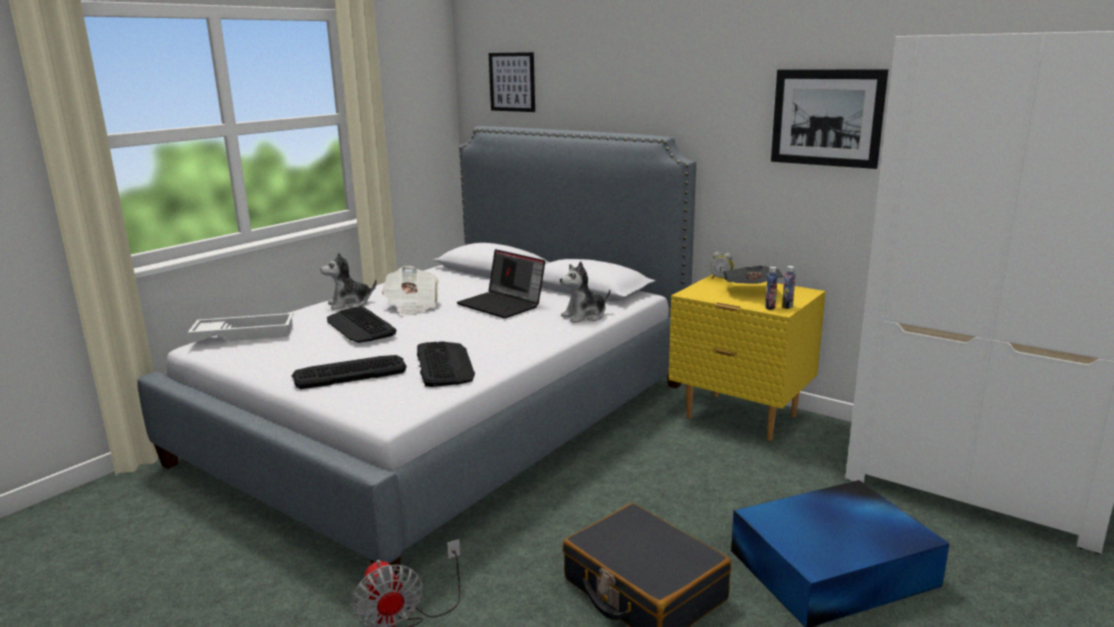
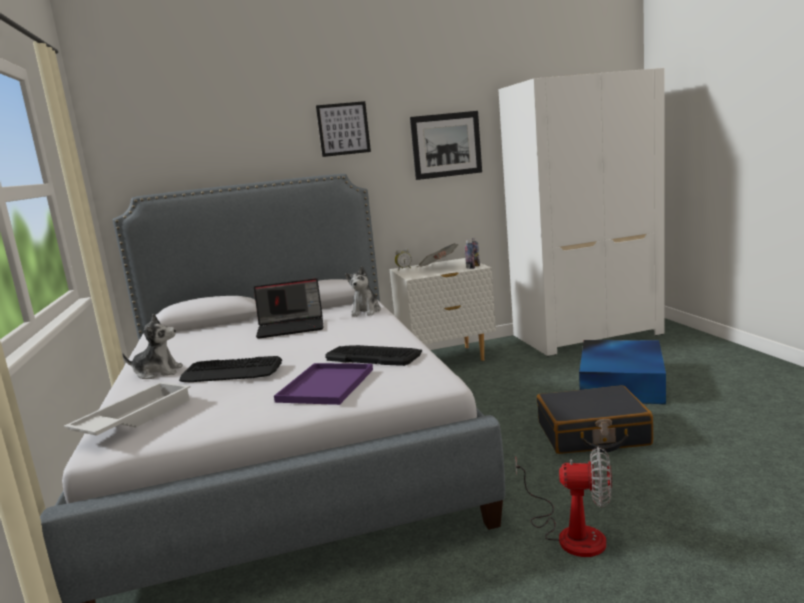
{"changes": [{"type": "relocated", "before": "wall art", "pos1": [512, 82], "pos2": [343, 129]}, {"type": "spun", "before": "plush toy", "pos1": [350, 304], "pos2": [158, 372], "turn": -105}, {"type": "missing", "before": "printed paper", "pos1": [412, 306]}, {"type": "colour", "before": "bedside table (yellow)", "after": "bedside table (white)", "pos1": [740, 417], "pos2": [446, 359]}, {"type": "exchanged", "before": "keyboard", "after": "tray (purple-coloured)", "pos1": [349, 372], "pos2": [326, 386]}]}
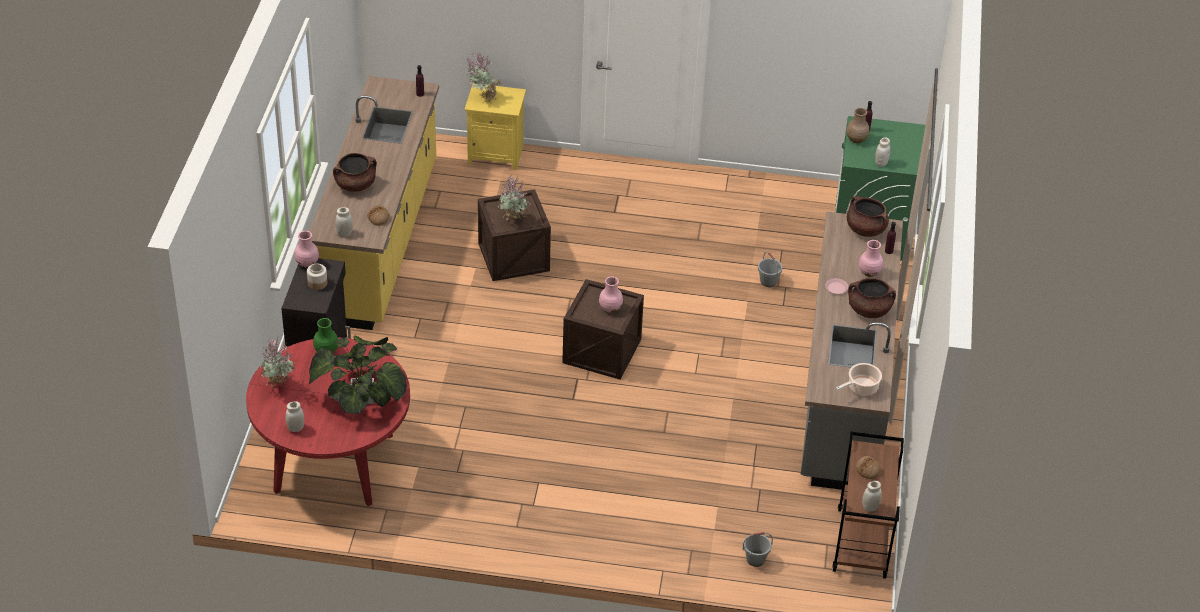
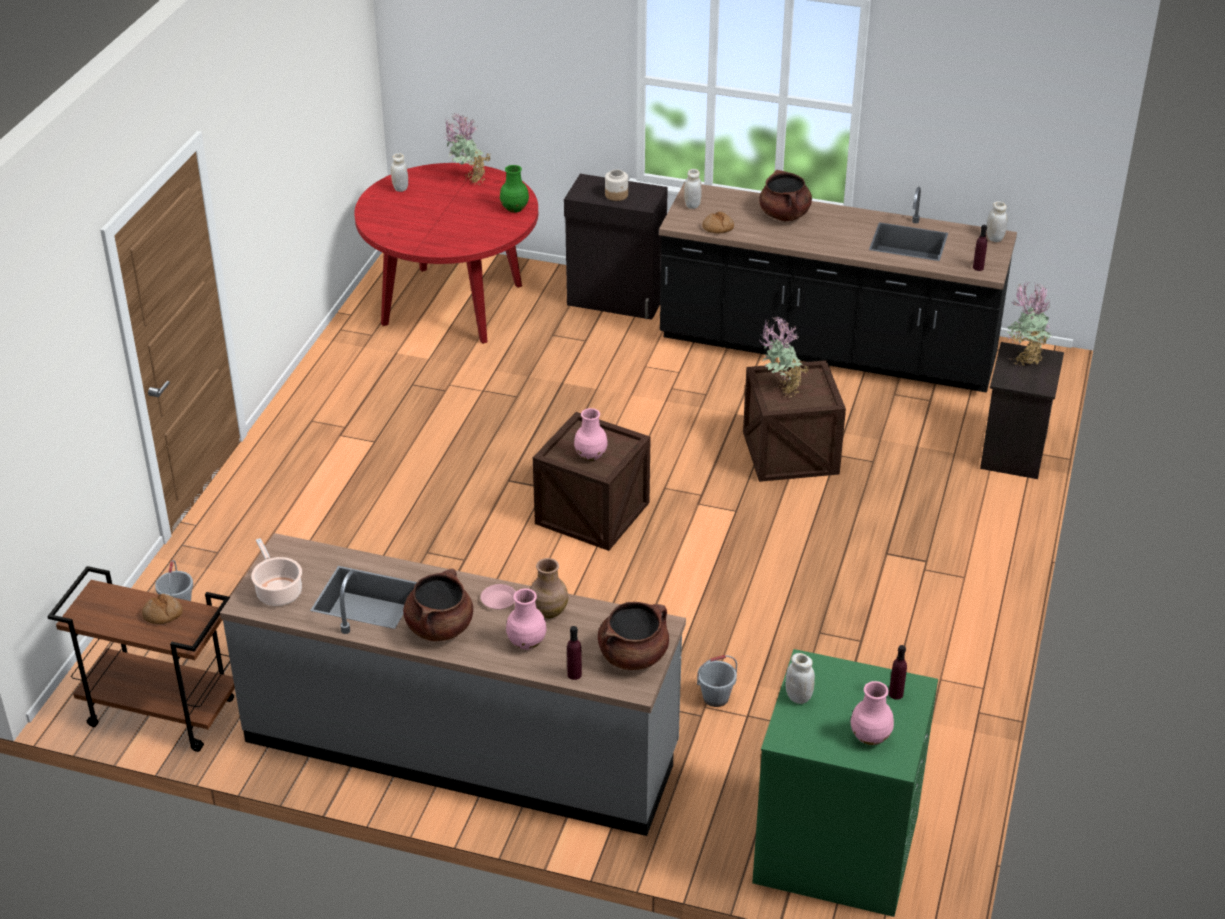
{"changes": [{"type": "colour", "before": "kitchen counter (yellow)", "after": "kitchen counter (black-coloured)", "pos1": [379, 241], "pos2": [827, 349]}, {"type": "colour", "before": "bedside table (yellow)", "after": "bedside table (black-coloured)", "pos1": [496, 154], "pos2": [1014, 453]}, {"type": "relocated", "before": "flower vase (brown-coloured)", "pos1": [856, 139], "pos2": [548, 611]}, {"type": "relocated", "before": "flower vase (pinkish)", "pos1": [307, 263], "pos2": [870, 736]}, {"type": "missing", "before": "potted plant", "pos1": [362, 396]}, {"type": "relocated", "before": "storage jar (white)", "pos1": [870, 507], "pos2": [994, 238]}]}
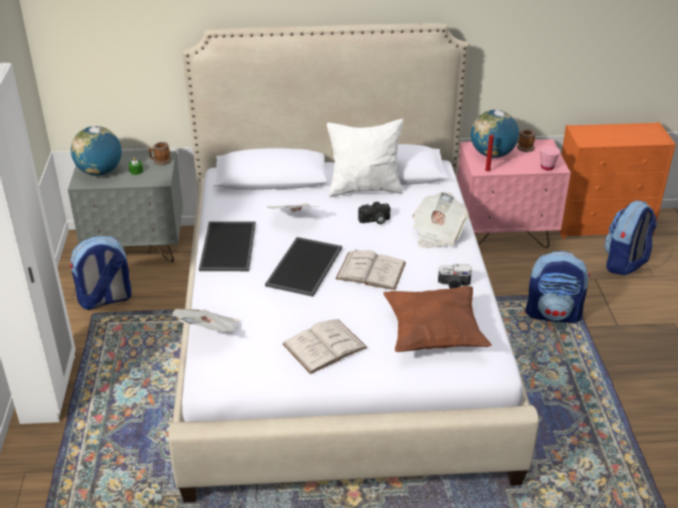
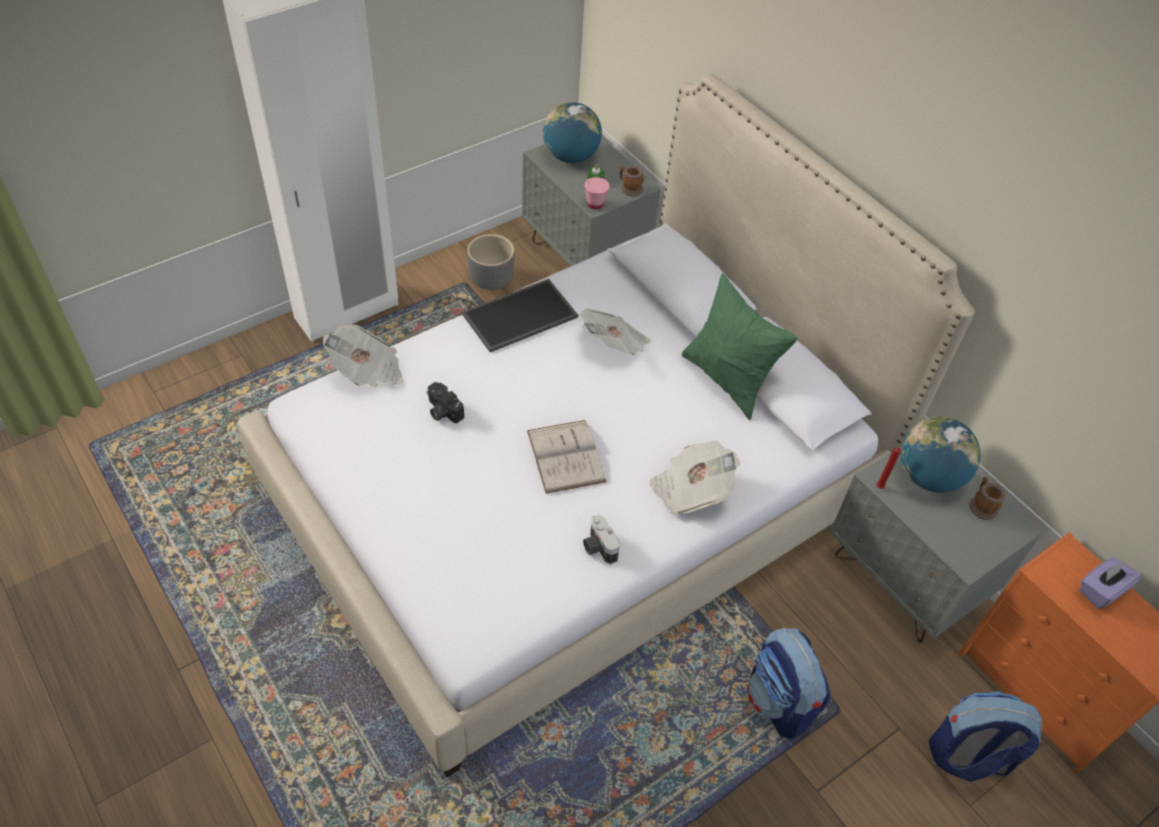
{"changes": [{"type": "colour", "before": "pillow (white)", "after": "pillow (greenish)", "pos1": [365, 189], "pos2": [727, 380]}, {"type": "colour", "before": "bedside table (pinkish)", "after": "bedside table (greyish)", "pos1": [504, 235], "pos2": [904, 580]}, {"type": "relocated", "before": "cup (pinkish)", "pos1": [547, 167], "pos2": [595, 204]}, {"type": "relocated", "before": "still camera", "pos1": [375, 221], "pos2": [442, 411]}, {"type": "exchanged", "before": "backpack", "after": "planter (greyish)", "pos1": [105, 300], "pos2": [490, 280]}, {"type": "missing", "before": "tray", "pos1": [305, 267]}, {"type": "missing", "before": "pillow (brown-coloured)", "pos1": [434, 335]}, {"type": "missing", "before": "book (white)", "pos1": [324, 346]}, {"type": "appeared", "after": "tissue holder (purple-coloured)", "pos2": [1101, 590]}]}
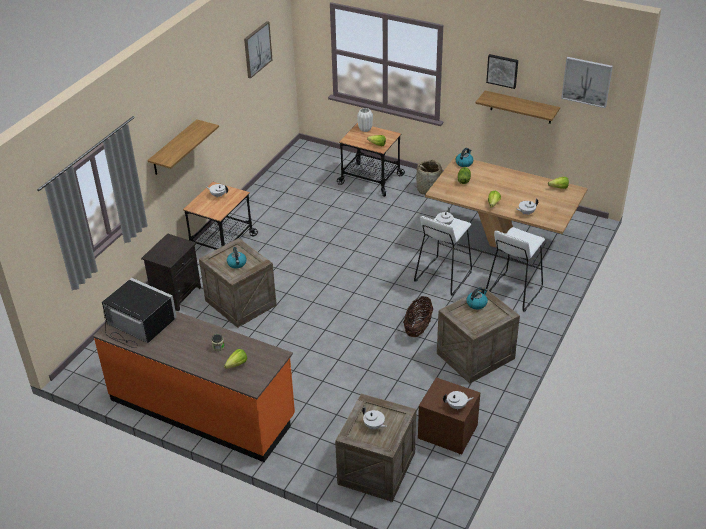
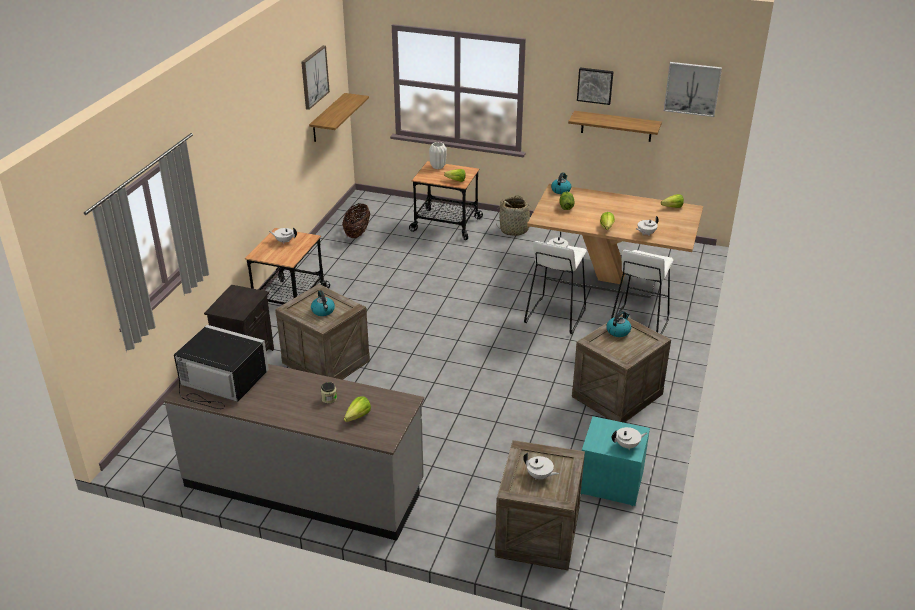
{"changes": [{"type": "relocated", "before": "wall shelf", "pos1": [174, 148], "pos2": [328, 118]}, {"type": "relocated", "before": "basket", "pos1": [418, 328], "pos2": [357, 233]}, {"type": "colour", "before": "kitchen counter (orange)", "after": "kitchen counter (greyish)", "pos1": [202, 409], "pos2": [304, 485]}, {"type": "colour", "before": "bedside table (brown-coloured)", "after": "bedside table (turquoise)", "pos1": [448, 432], "pos2": [611, 482]}]}
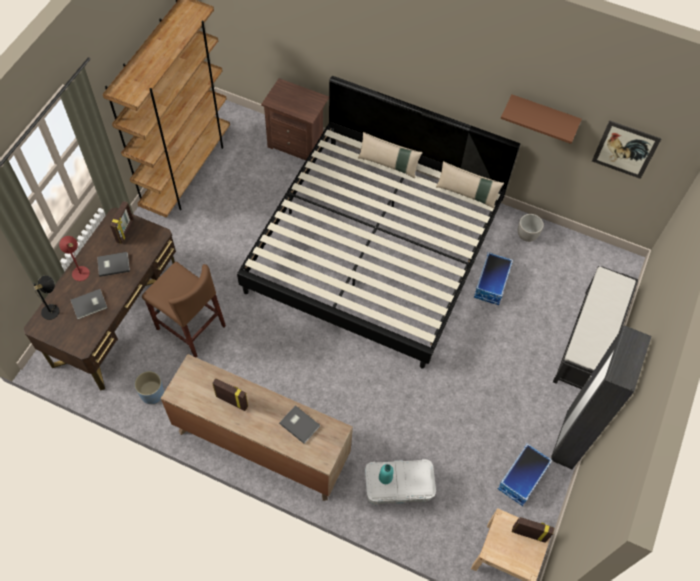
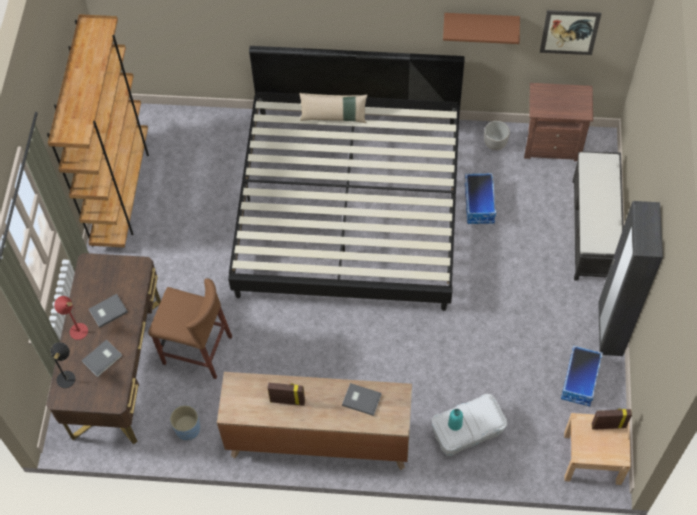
{"changes": [{"type": "relocated", "before": "bedside table (brown-coloured)", "pos1": [297, 144], "pos2": [552, 144]}, {"type": "missing", "before": "pillow (sand-coloured)", "pos1": [467, 194]}, {"type": "missing", "before": "picture frame", "pos1": [125, 231]}]}
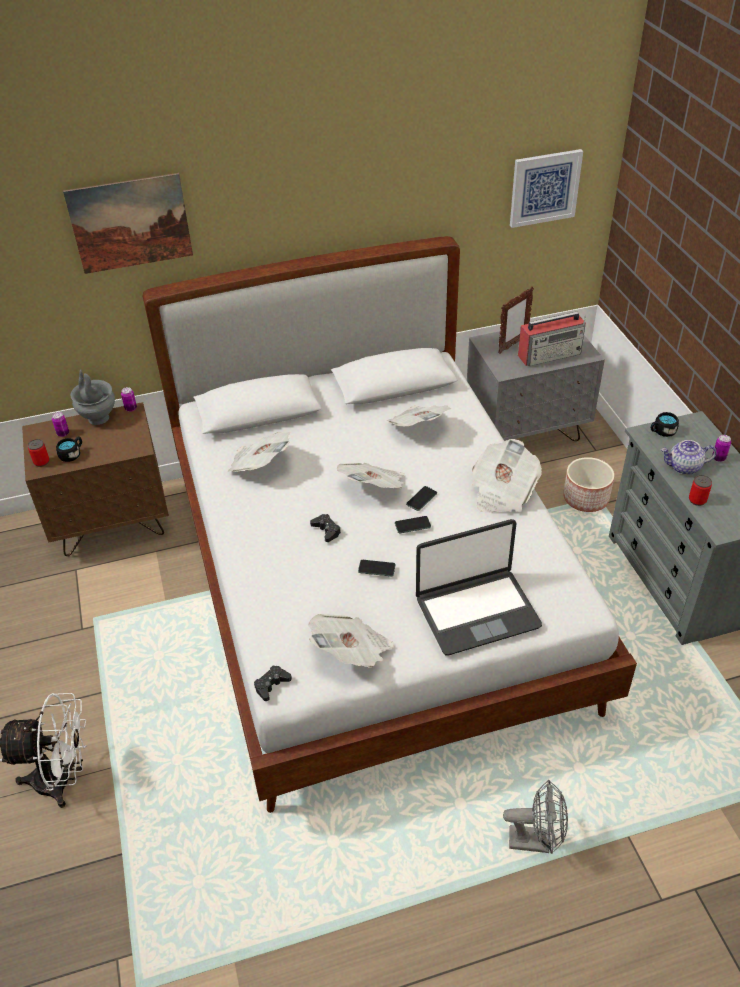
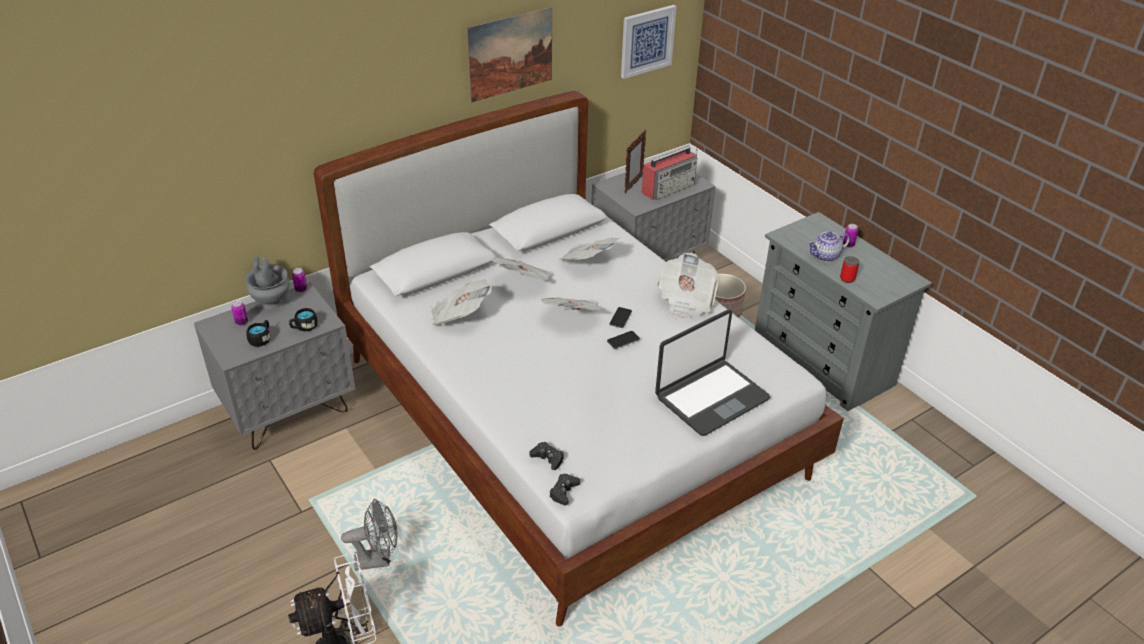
{"changes": [{"type": "relocated", "before": "wall art", "pos1": [130, 223], "pos2": [510, 54]}, {"type": "colour", "before": "bedside table (brown-coloured)", "after": "bedside table (greyish)", "pos1": [112, 524], "pos2": [289, 411]}, {"type": "relocated", "before": "tea mug (black-coloured)", "pos1": [661, 432], "pos2": [304, 327]}, {"type": "missing", "before": "metal can", "pos1": [41, 462]}, {"type": "relocated", "before": "joypad (black-coloured)", "pos1": [326, 530], "pos2": [548, 458]}, {"type": "missing", "before": "handset", "pos1": [376, 568]}, {"type": "relocated", "before": "printed paper", "pos1": [352, 653], "pos2": [525, 282]}, {"type": "relocated", "before": "cooling fan (greyish)", "pos1": [536, 840], "pos2": [378, 559]}]}
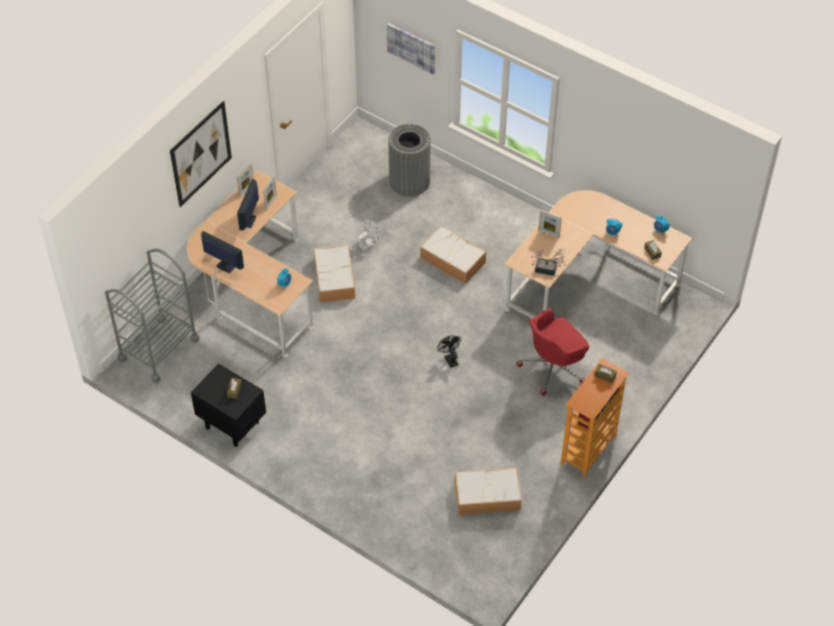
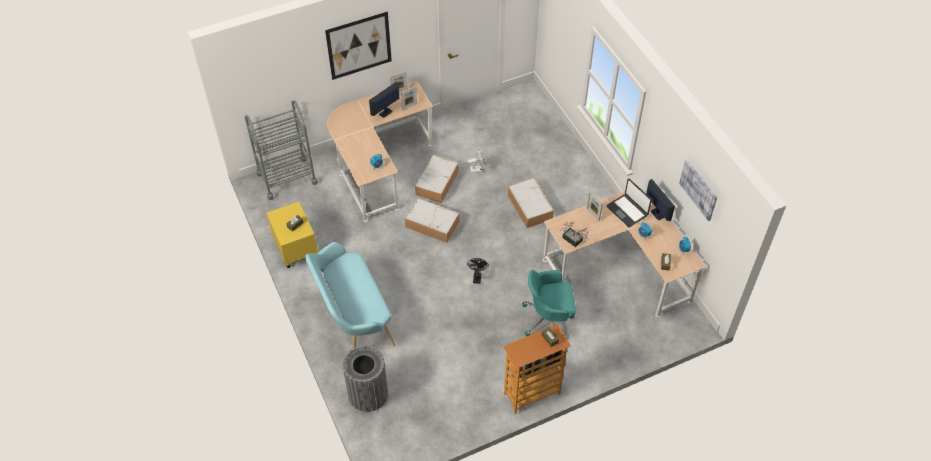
{"changes": [{"type": "relocated", "before": "wall art", "pos1": [411, 47], "pos2": [698, 189]}, {"type": "relocated", "before": "waste bin (greyish)", "pos1": [409, 181], "pos2": [368, 394]}, {"type": "relocated", "before": "computer display", "pos1": [225, 266], "pos2": [657, 213]}, {"type": "colour", "before": "office chair (red-coloured)", "after": "office chair (turquoise)", "pos1": [553, 367], "pos2": [549, 319]}, {"type": "colour", "before": "bedside table (black-coloured)", "after": "bedside table (yellow)", "pos1": [231, 424], "pos2": [296, 251]}, {"type": "relocated", "before": "storage box", "pos1": [488, 495], "pos2": [433, 224]}, {"type": "appeared", "after": "laptop", "pos2": [627, 211]}, {"type": "appeared", "after": "indoor bench (turquoise)", "pos2": [353, 318]}]}
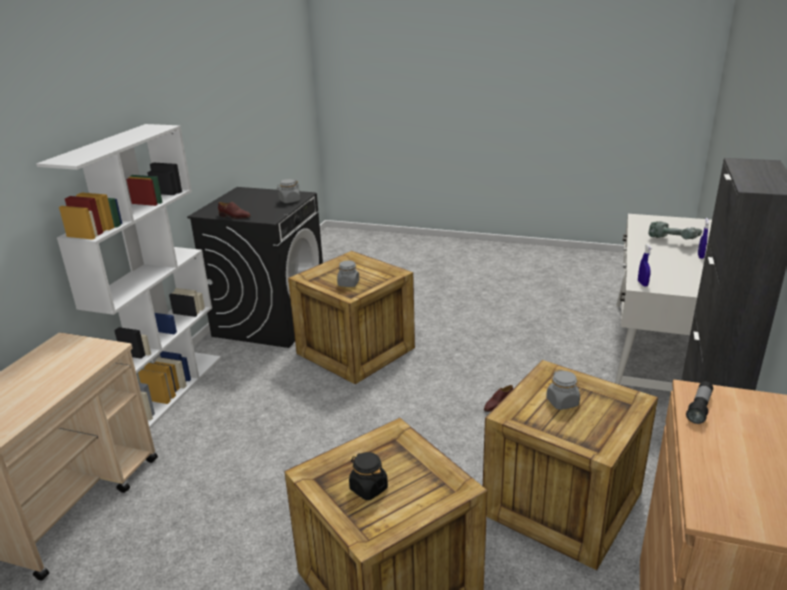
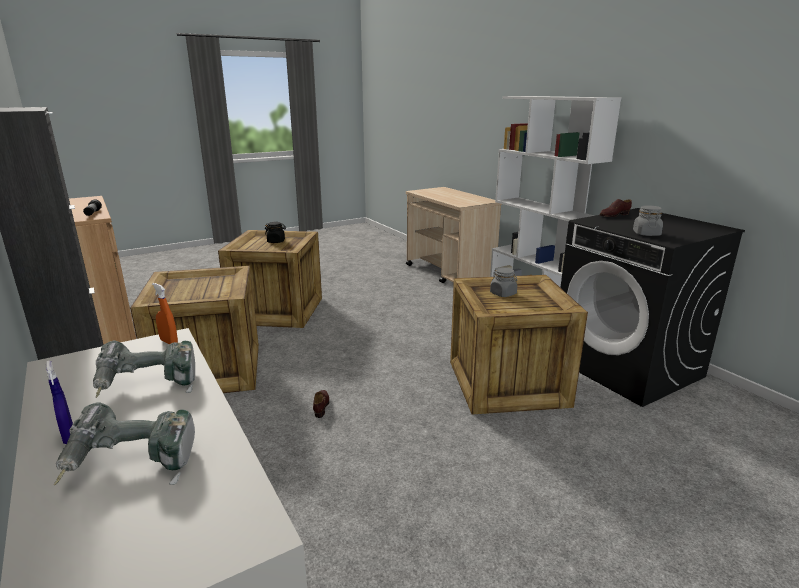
{"changes": [{"type": "colour", "before": "hand sprayer (blue)", "after": "hand sprayer (orange)", "pos1": [642, 284], "pos2": [169, 342]}, {"type": "missing", "before": "storage jar (greyish)", "pos1": [562, 402]}, {"type": "appeared", "after": "power drill", "pos2": [148, 386]}]}
